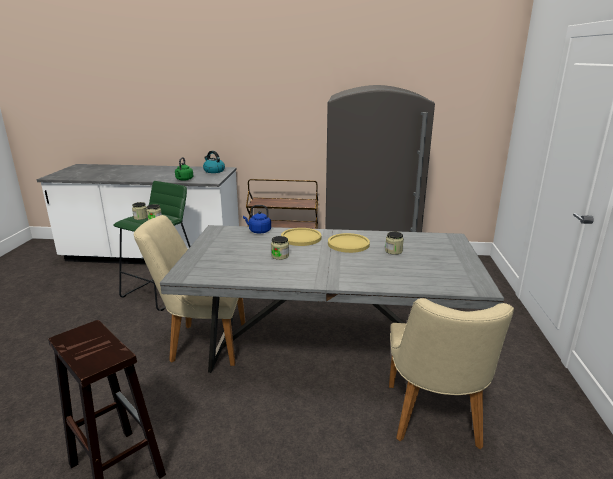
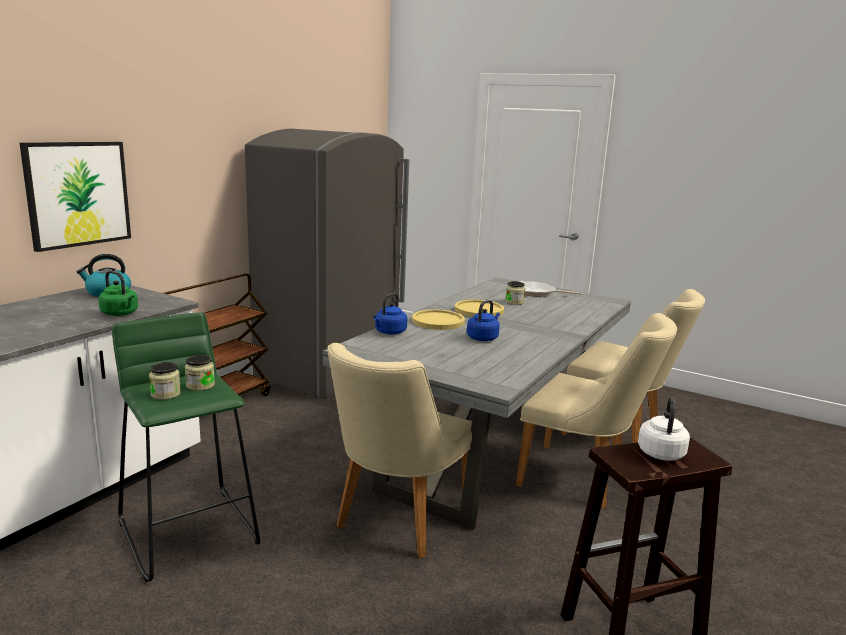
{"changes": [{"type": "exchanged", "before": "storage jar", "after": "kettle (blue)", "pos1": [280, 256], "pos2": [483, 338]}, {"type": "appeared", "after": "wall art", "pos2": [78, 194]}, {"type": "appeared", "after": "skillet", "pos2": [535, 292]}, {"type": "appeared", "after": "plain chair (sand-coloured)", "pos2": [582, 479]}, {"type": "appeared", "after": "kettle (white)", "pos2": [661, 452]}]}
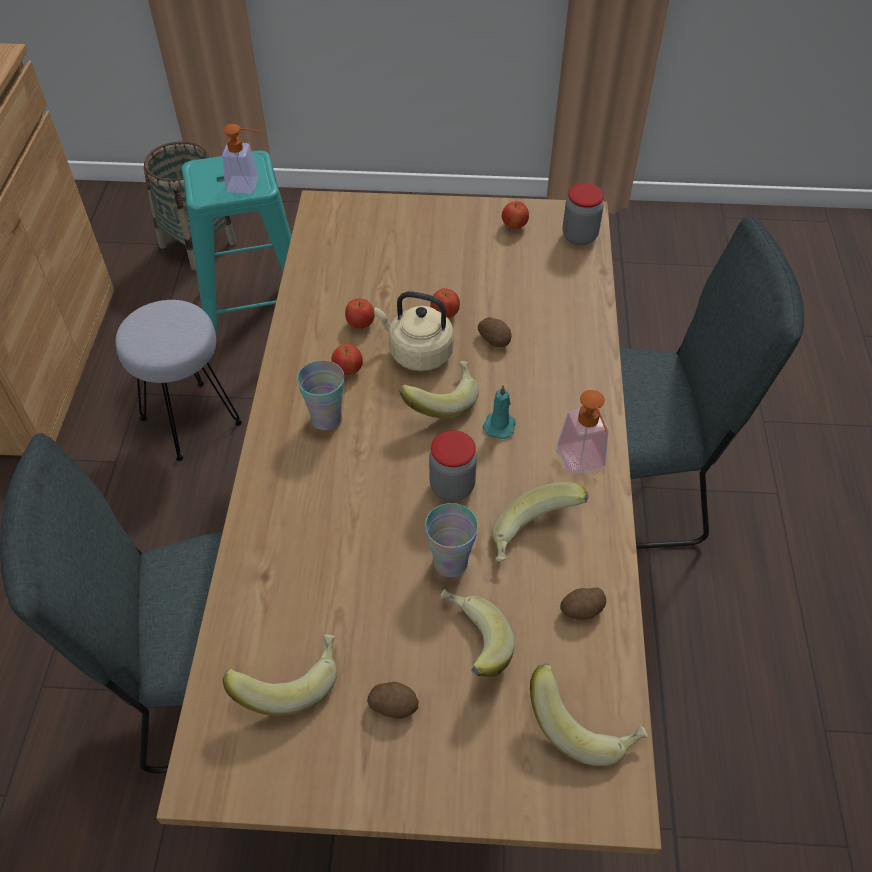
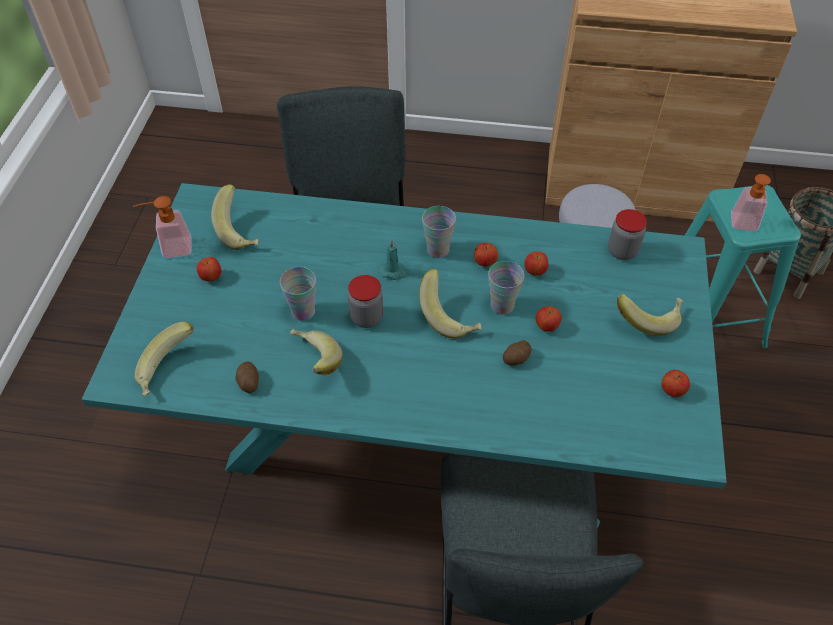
{"changes": [{"type": "relocated", "before": "storage jar", "pos1": [579, 236], "pos2": [622, 251]}, {"type": "colour", "before": "dinner table (brown-coloured)", "after": "dinner table (turquoise)", "pos1": [439, 591], "pos2": [415, 436]}, {"type": "exchanged", "before": "kettle (sand-coloured)", "after": "cup", "pos1": [417, 353], "pos2": [502, 305]}, {"type": "relocated", "before": "wax candle (turquoise)", "pos1": [500, 424], "pos2": [394, 272]}, {"type": "relocated", "before": "soap bottle", "pos1": [583, 464], "pos2": [171, 248]}, {"type": "relocated", "before": "banana fruit", "pos1": [469, 644], "pos2": [647, 319]}, {"type": "exchanged", "before": "whole potato", "after": "apple", "pos1": [393, 705], "pos2": [211, 277]}]}
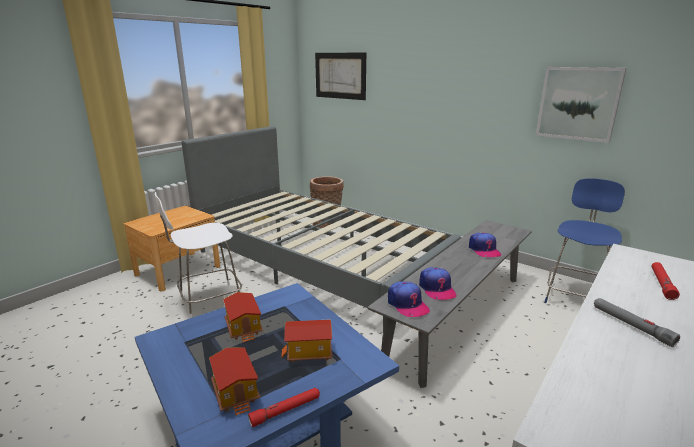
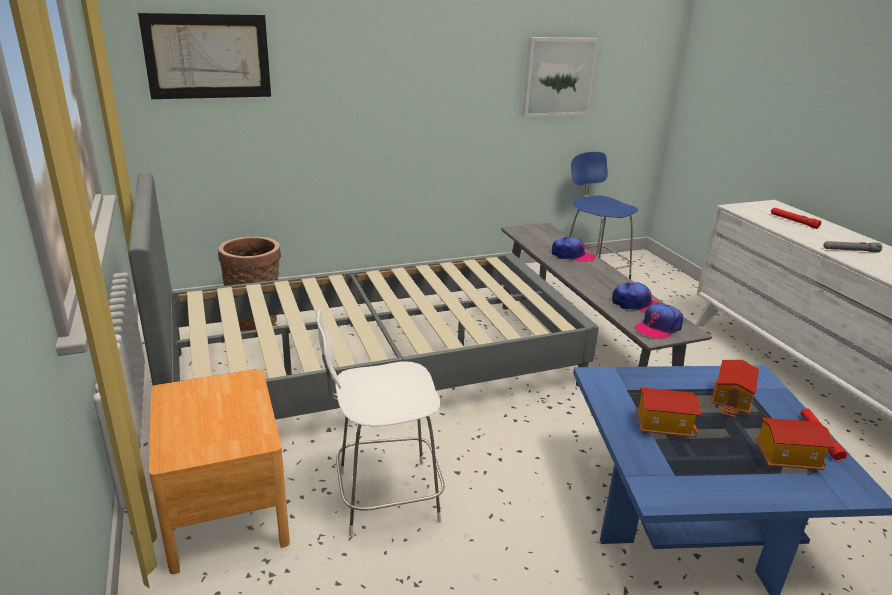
{"changes": [{"type": "spun", "before": "plain chair (white)", "pos1": [208, 302], "pos2": [383, 497], "turn": 75}, {"type": "spun", "before": "baseball cap", "pos1": [407, 304], "pos2": [658, 327], "turn": 135}]}
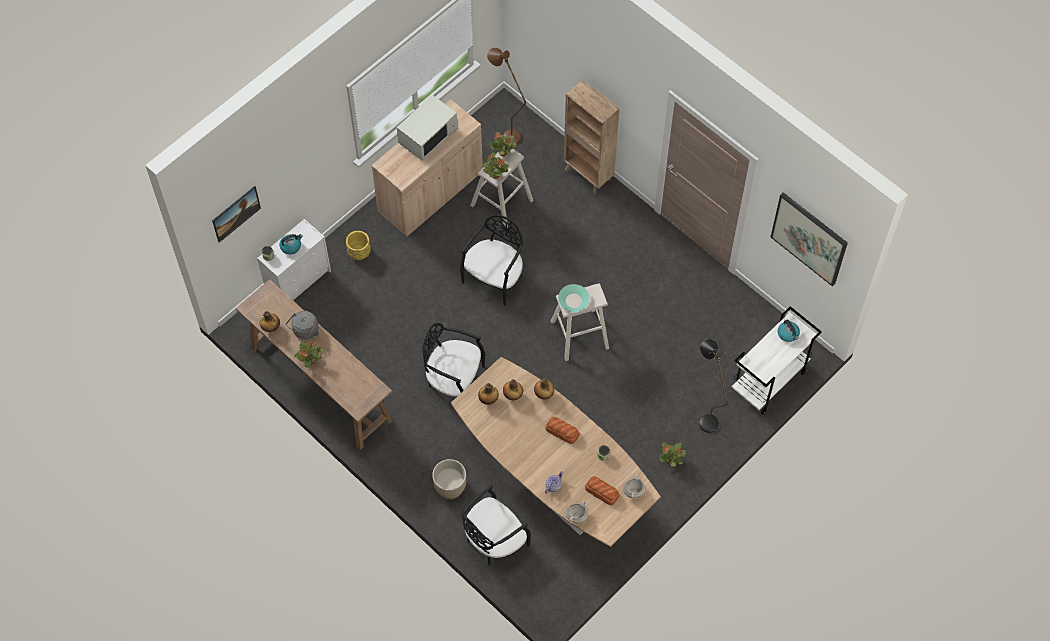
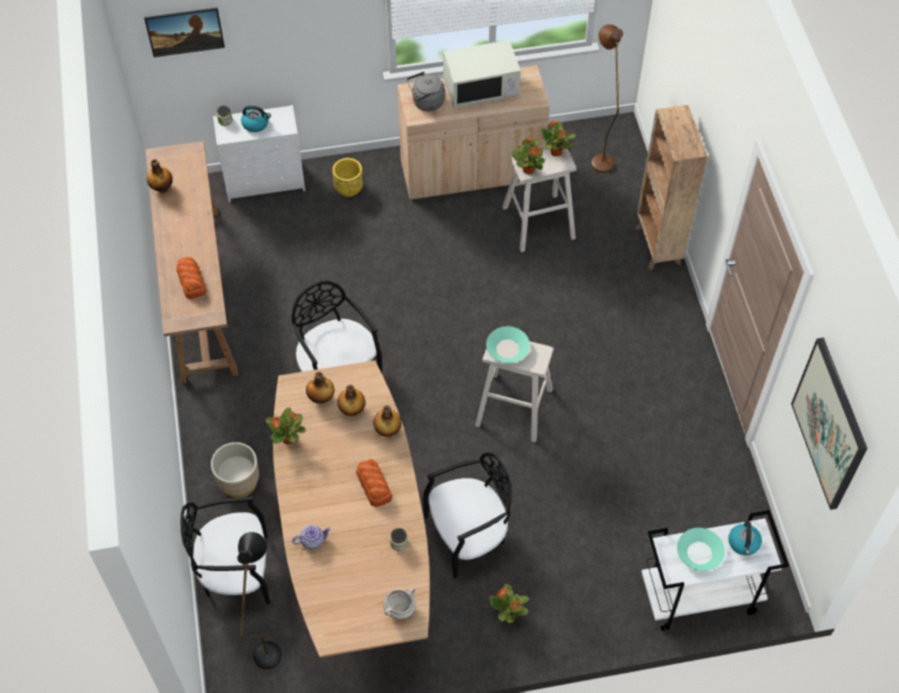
{"changes": [{"type": "relocated", "before": "plain chair (black-coloured)", "pos1": [494, 278], "pos2": [468, 535]}, {"type": "relocated", "before": "kettle (greyish)", "pos1": [305, 331], "pos2": [426, 103]}, {"type": "relocated", "before": "standard lamp (black-coloured)", "pos1": [704, 418], "pos2": [269, 645]}, {"type": "relocated", "before": "potted plant", "pos1": [310, 361], "pos2": [289, 438]}, {"type": "relocated", "before": "bread", "pos1": [601, 491], "pos2": [191, 280]}, {"type": "missing", "before": "stockpot (white)", "pos1": [576, 515]}, {"type": "appeared", "after": "serving bowl (turquoise)", "pos2": [699, 552]}]}
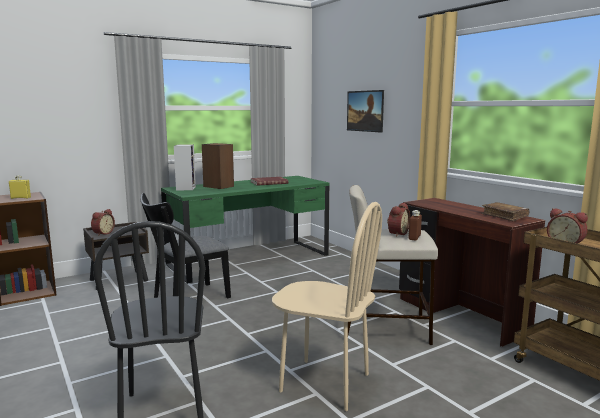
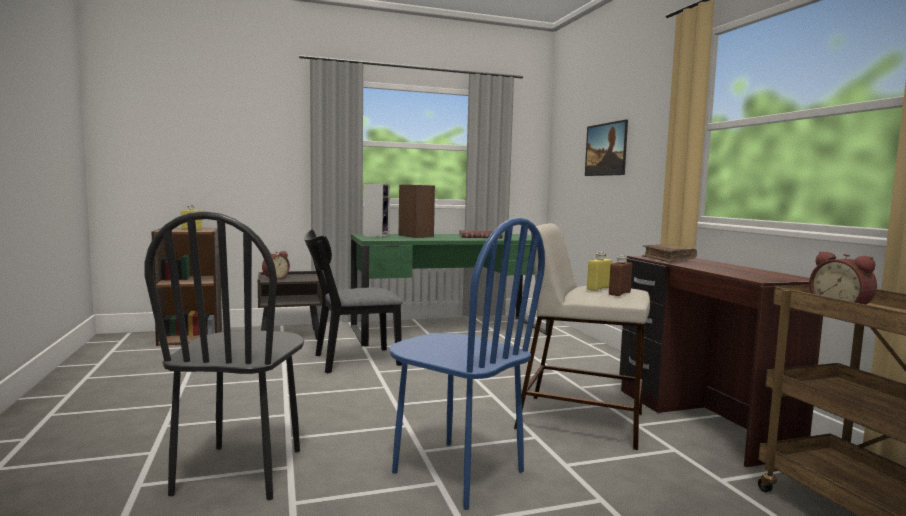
{"changes": [{"type": "colour", "before": "plain chair (sand-coloured)", "after": "plain chair (blue)", "pos1": [324, 383], "pos2": [457, 472]}, {"type": "relocated", "before": "book (brown-coloured)", "pos1": [504, 216], "pos2": [668, 259]}, {"type": "exchanged", "before": "bedside clock", "after": "beverage bottle (yellow)", "pos1": [396, 233], "pos2": [598, 289]}]}
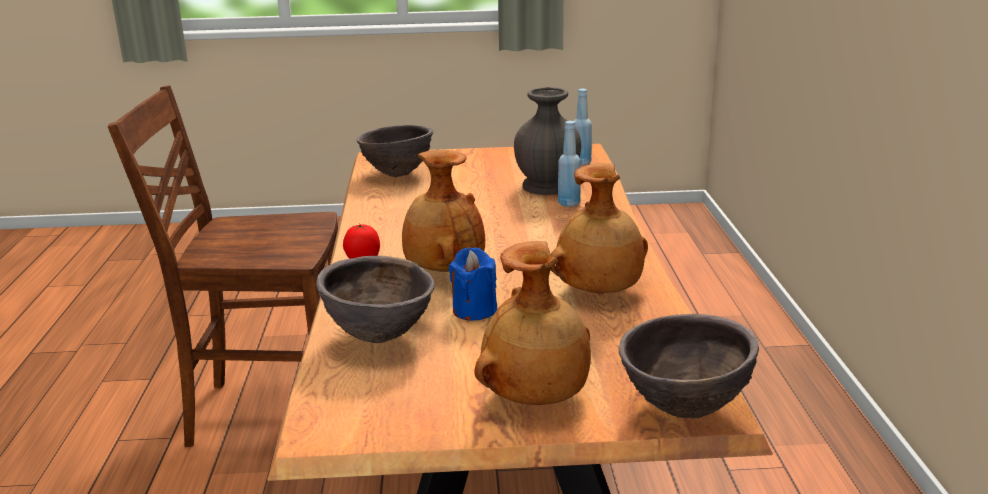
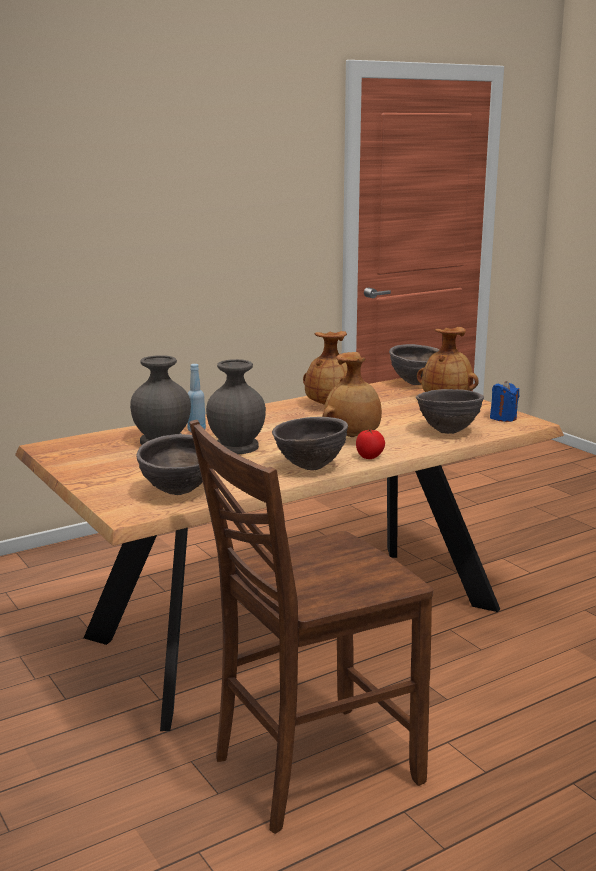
{"changes": [{"type": "spun", "before": "plain chair (brown-coloured)", "pos1": [269, 412], "pos2": [311, 768], "turn": 90}, {"type": "missing", "before": "beverage bottle (blue)", "pos1": [581, 163]}, {"type": "relocated", "before": "wax candle (blue)", "pos1": [474, 310], "pos2": [503, 418]}, {"type": "appeared", "after": "flower vase (greyish)", "pos2": [236, 447]}, {"type": "appeared", "after": "serving bowl (brown-coloured)", "pos2": [310, 467]}]}
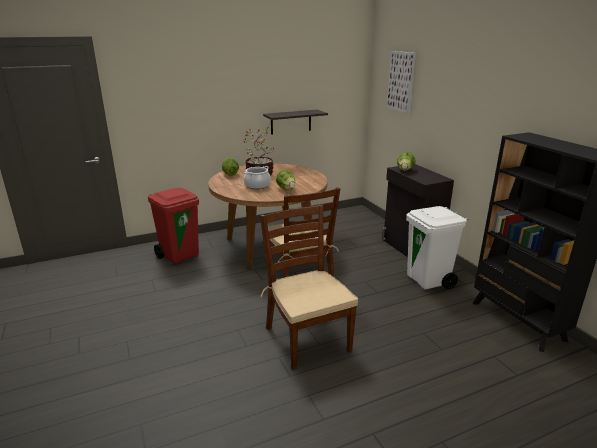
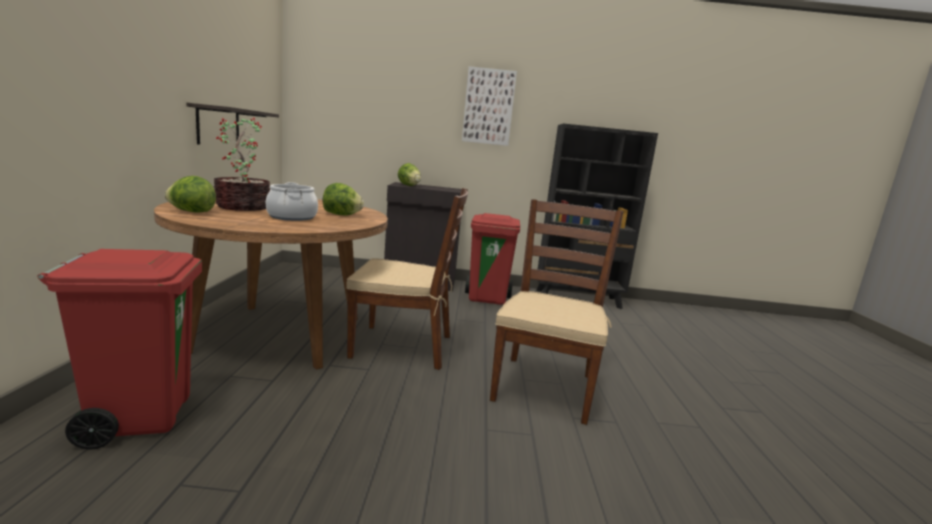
{"changes": [{"type": "relocated", "before": "wall art", "pos1": [401, 81], "pos2": [488, 107]}, {"type": "spun", "before": "plain chair (brown-coloured)", "pos1": [306, 338], "pos2": [544, 387], "turn": 105}, {"type": "colour", "before": "waste bin (white)", "after": "waste bin (red-coloured)", "pos1": [428, 280], "pos2": [487, 298]}]}
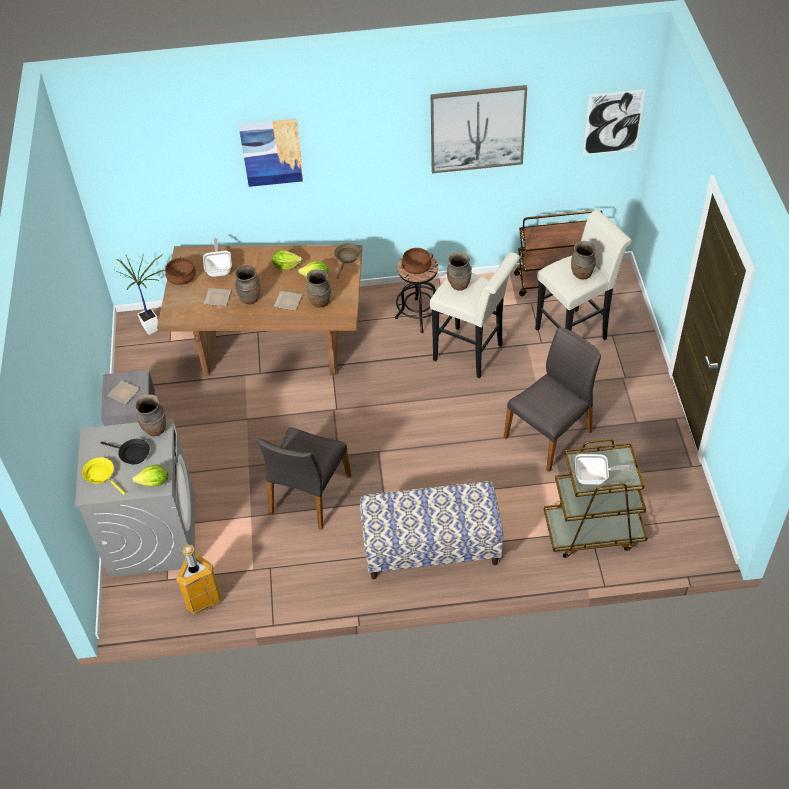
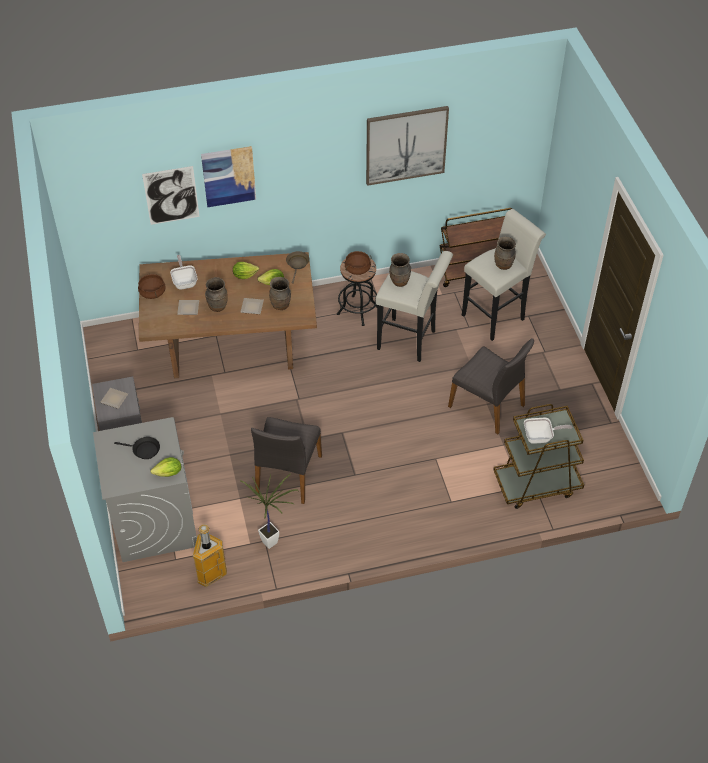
{"changes": [{"type": "relocated", "before": "wall art", "pos1": [613, 122], "pos2": [171, 195]}, {"type": "relocated", "before": "potted plant", "pos1": [154, 329], "pos2": [273, 542]}, {"type": "spun", "before": "plain chair (greyish)", "pos1": [550, 434], "pos2": [488, 405], "turn": 90}, {"type": "missing", "before": "flower vase (brown-coloured)", "pos1": [155, 429]}, {"type": "missing", "before": "skillet (yellow)", "pos1": [101, 475]}, {"type": "missing", "before": "indoor bench", "pos1": [431, 549]}]}
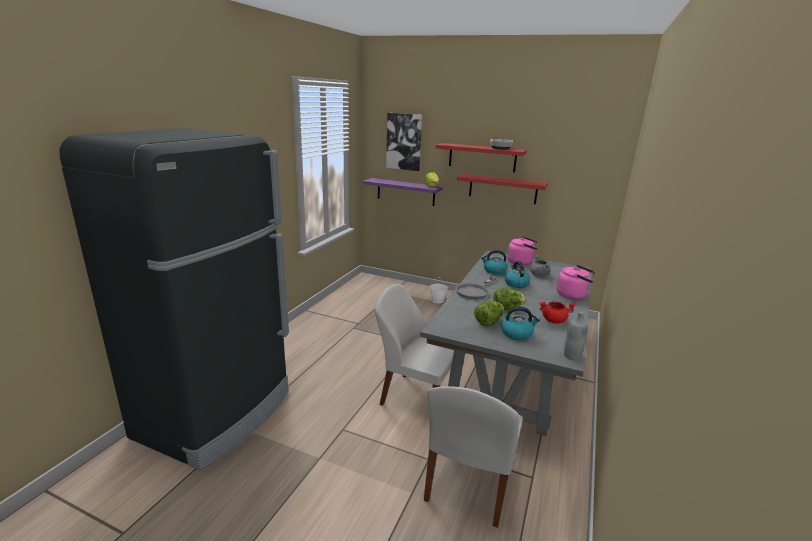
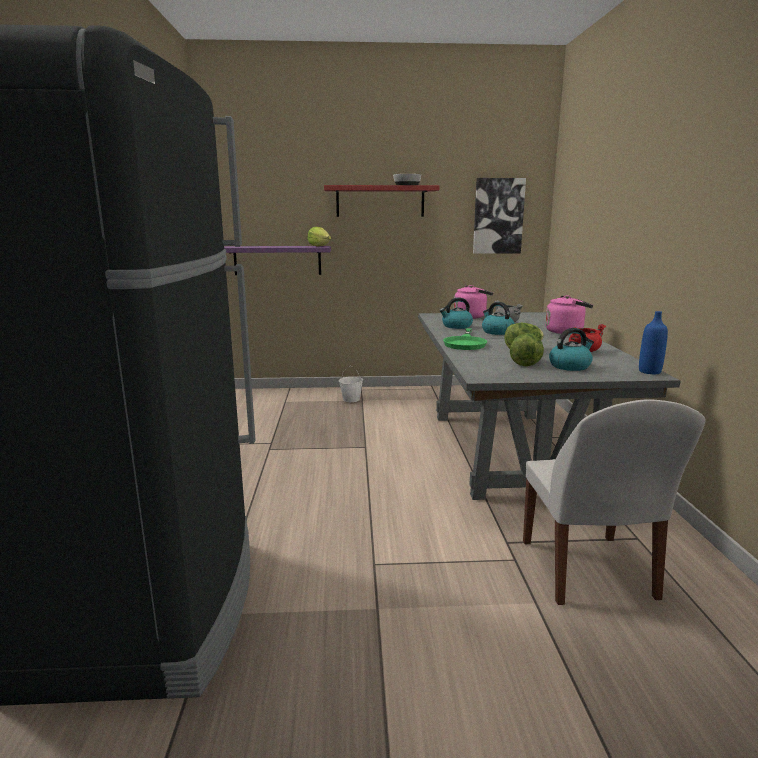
{"changes": [{"type": "relocated", "before": "wall art", "pos1": [404, 141], "pos2": [498, 216]}, {"type": "missing", "before": "wall shelf (red-coloured)", "pos1": [502, 189]}, {"type": "colour", "before": "skillet (greyish)", "after": "skillet (greenish)", "pos1": [475, 291], "pos2": [465, 343]}, {"type": "missing", "before": "plain chair (white)", "pos1": [415, 397]}, {"type": "colour", "before": "beverage bottle (greyish)", "after": "beverage bottle (blue)", "pos1": [572, 356], "pos2": [649, 371]}]}
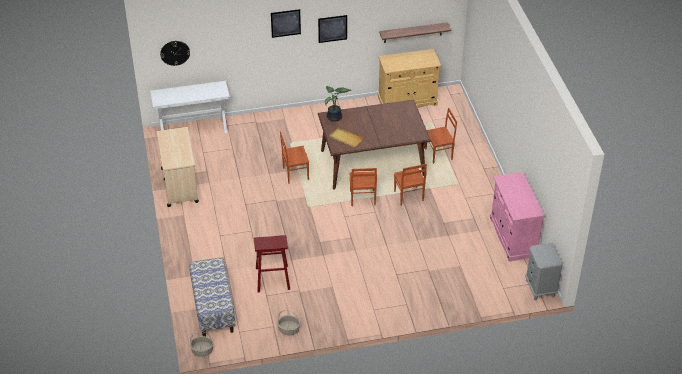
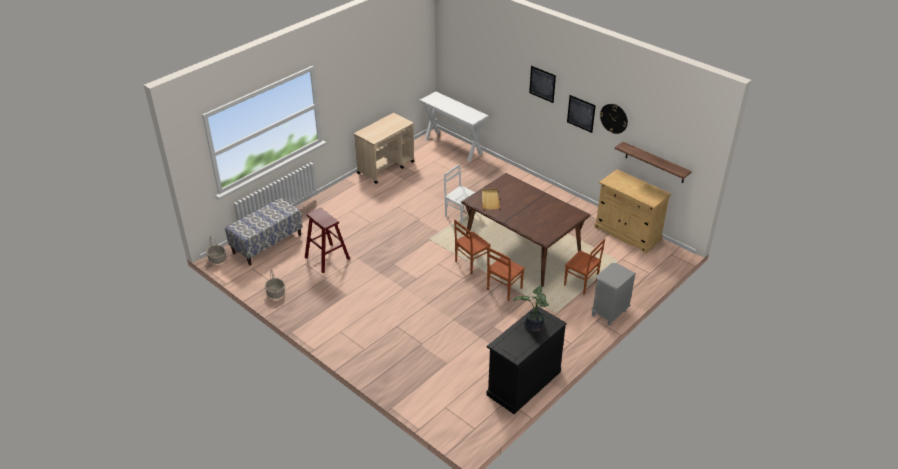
{"changes": [{"type": "relocated", "before": "hanging clock", "pos1": [175, 52], "pos2": [614, 118]}, {"type": "relocated", "before": "potted plant", "pos1": [334, 118], "pos2": [533, 327]}, {"type": "colour", "before": "plain chair (brown-coloured)", "after": "plain chair (white)", "pos1": [295, 174], "pos2": [460, 214]}, {"type": "colour", "before": "storage cabinet (pinkish)", "after": "storage cabinet (black-coloured)", "pos1": [513, 237], "pos2": [523, 383]}, {"type": "relocated", "before": "bedside table (greyish)", "pos1": [540, 288], "pos2": [609, 313]}]}
